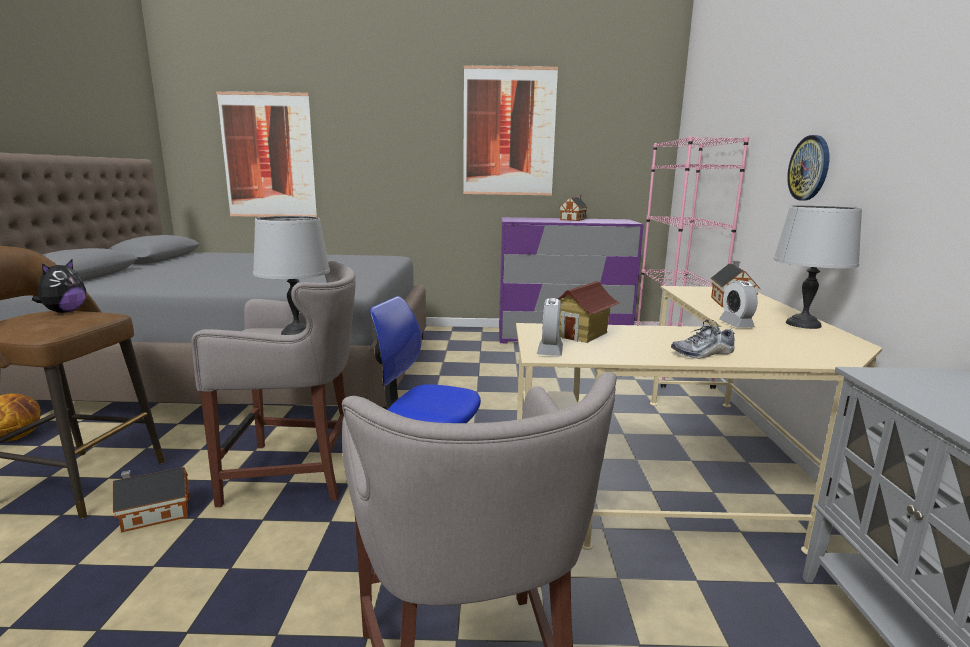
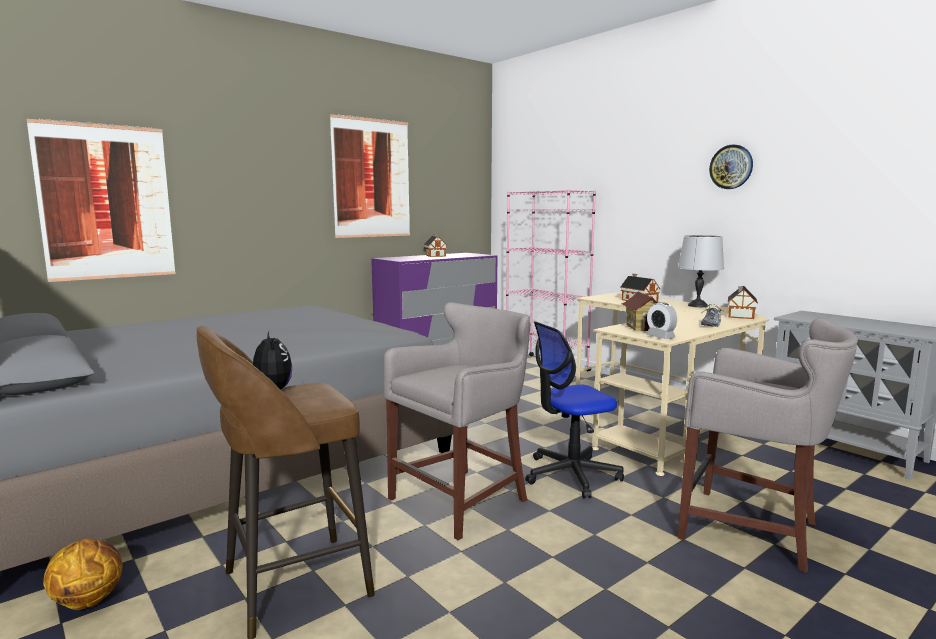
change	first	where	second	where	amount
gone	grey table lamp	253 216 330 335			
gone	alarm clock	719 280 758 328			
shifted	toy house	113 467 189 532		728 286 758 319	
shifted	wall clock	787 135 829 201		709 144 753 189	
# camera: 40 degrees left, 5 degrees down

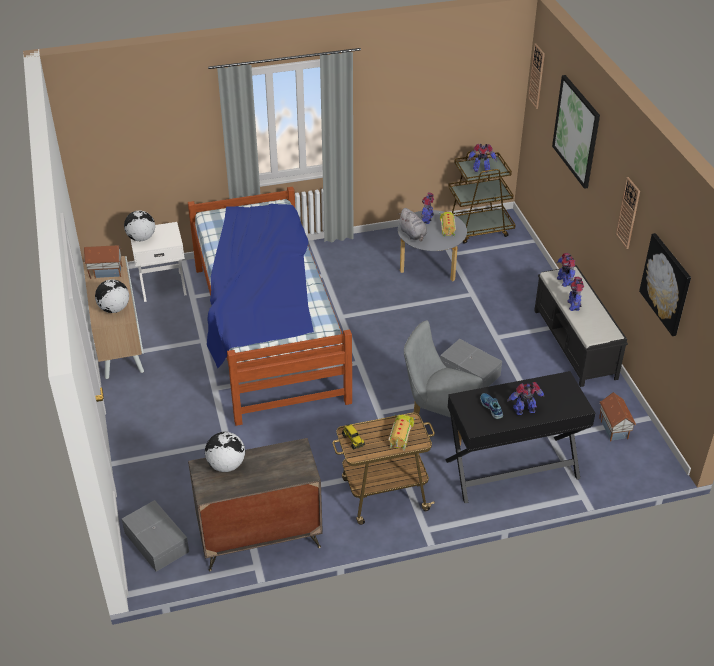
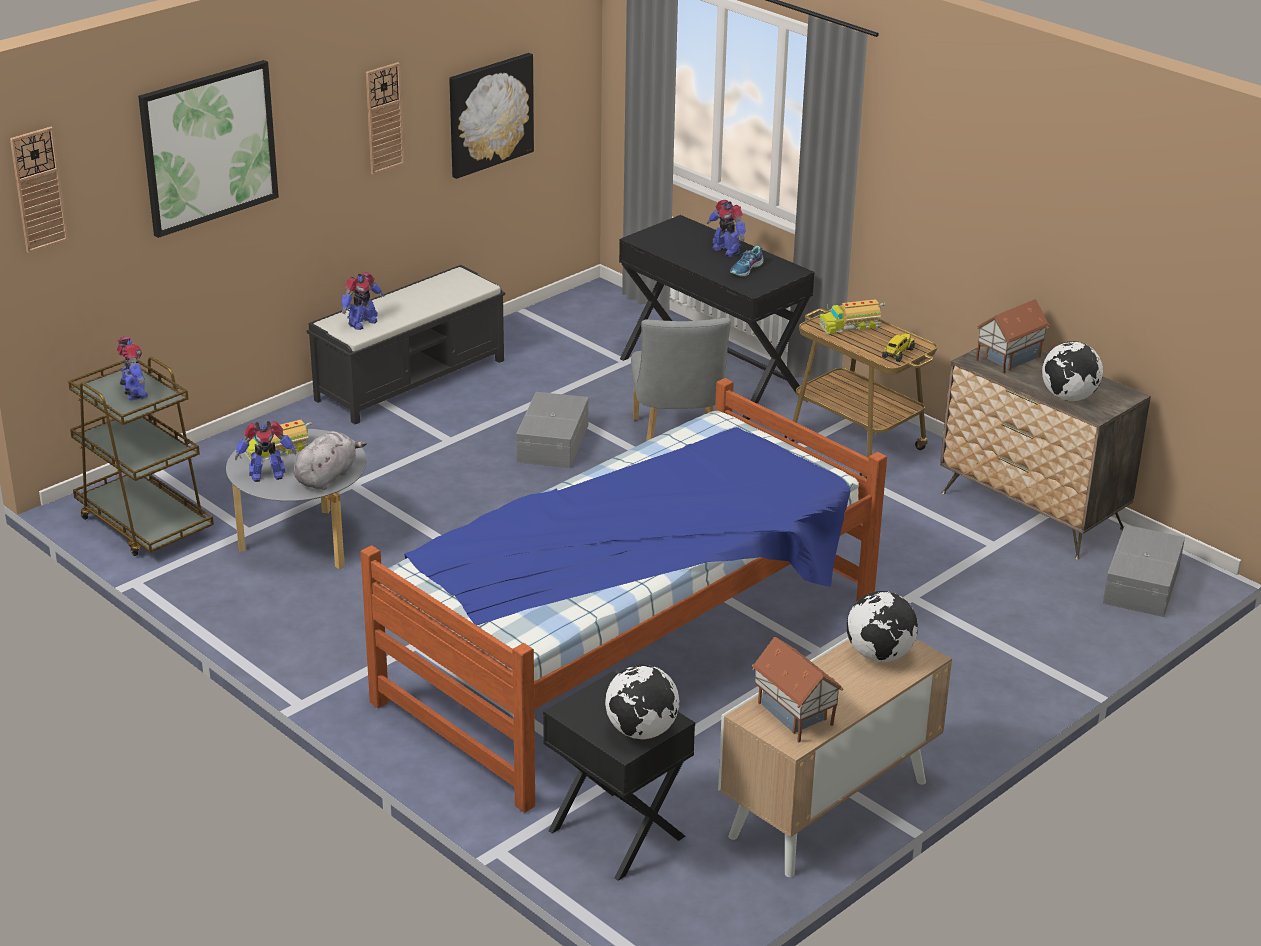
change	first	where	second	where	amount
gone	toy robot	567 277 584 311			
shifted	toy house	599 392 636 442		976 299 1049 373	
repainted	white nightstand	131 222 187 302	black nightstand	543 671 695 881	
# camera: 120 degrees left, 10 degrees down

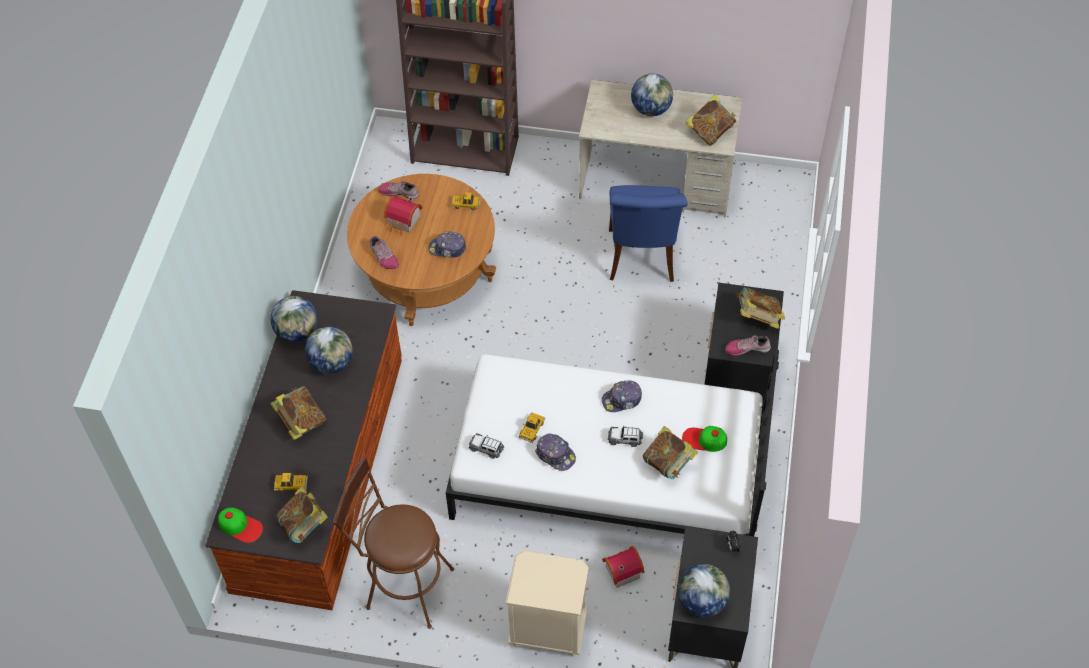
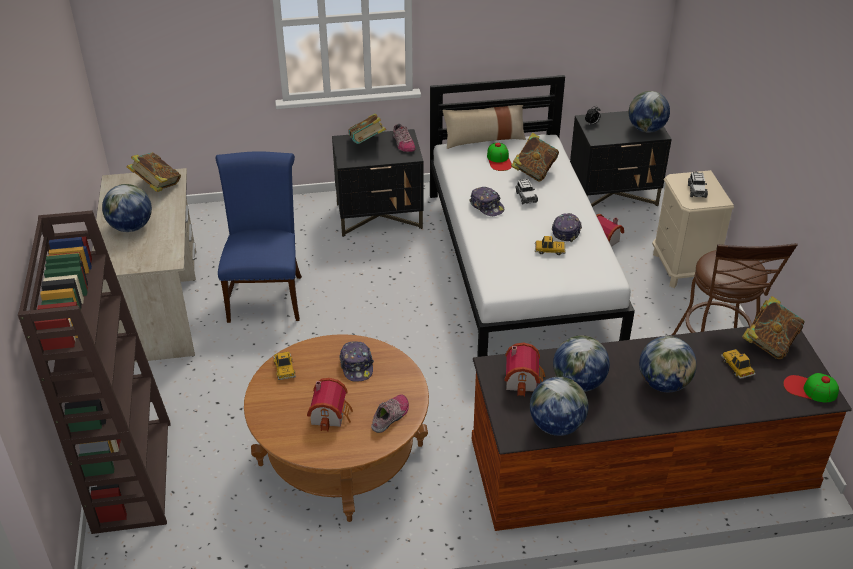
change	first	where	second	where	amount
gone	shoe	378 181 419 199			
new			beige pillow	443 105 526 149	
new			toy house	505 343 545 396	
shifted	toy car	468 433 504 459		688 172 708 198	
swapped	book	270 386 326 440	globe	639 336 697 392	
rotated	cap	218 507 263 543		783 373 839 402	75 degrees counterclockwise
rotated	blue chair	609 185 688 282		216 151 302 323	75 degrees counterclockwise
# camera: 110 degrees left, 15 degrees down

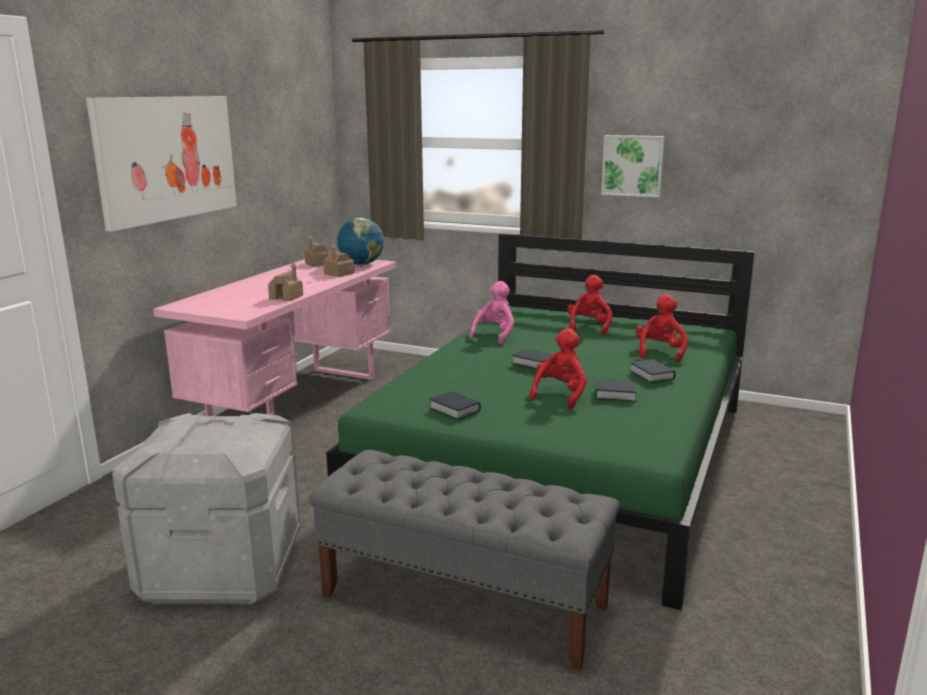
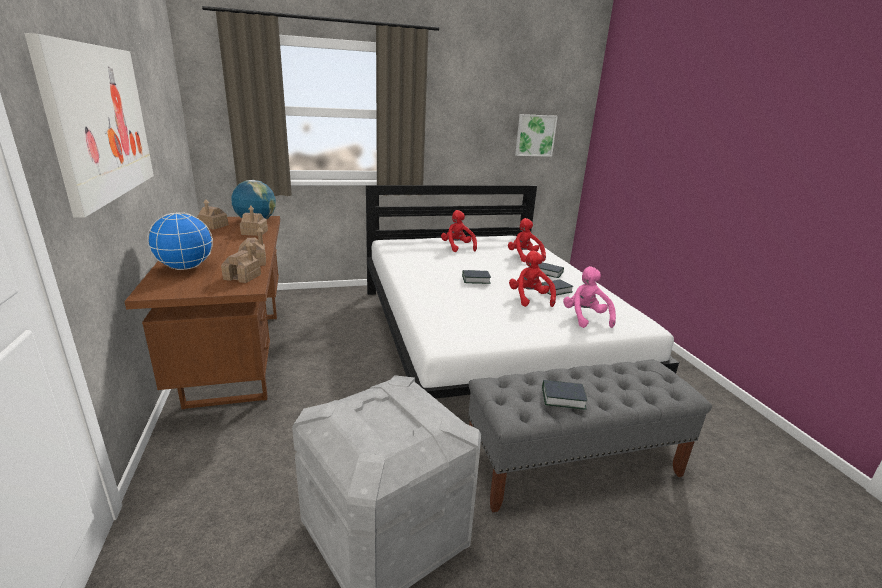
change	first	where	second	where	amount
new			globe	147 212 213 270	
new			toy house	221 241 261 283	
shifted	book	429 391 481 420		542 380 587 410	
shifted	pink plush toy	469 281 514 344		563 266 616 328	
shifted	picture	601 135 665 197		515 114 558 157	
repainted	pink desk	153 259 396 416	brown desk	124 216 280 409	
repainted	green bed	326 233 755 610	white bed	366 185 679 399	
# camera: 40 degrees left, 5 degrees up

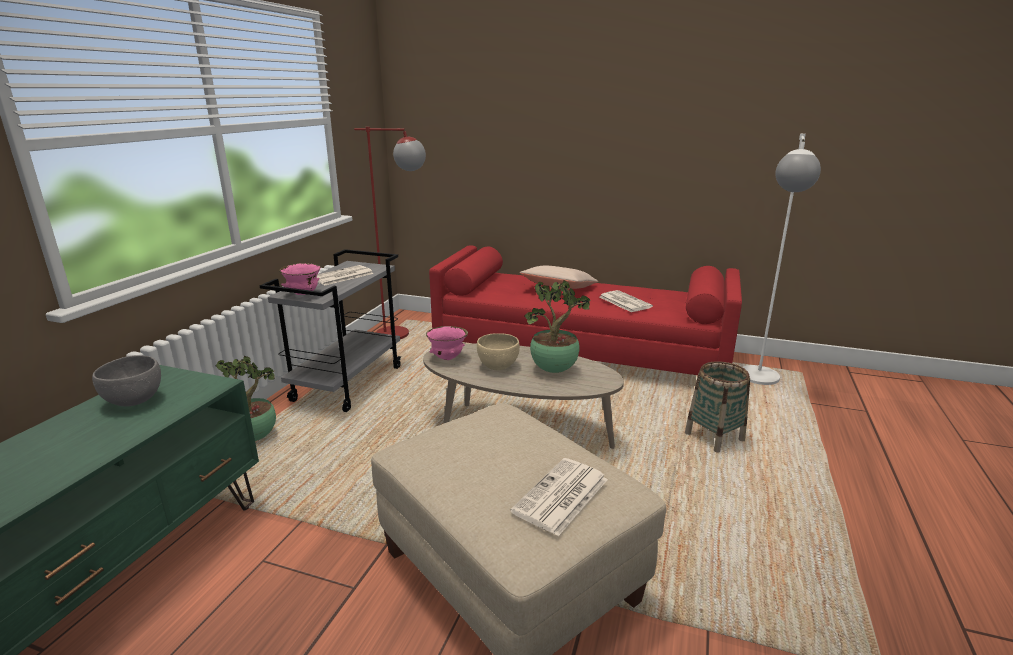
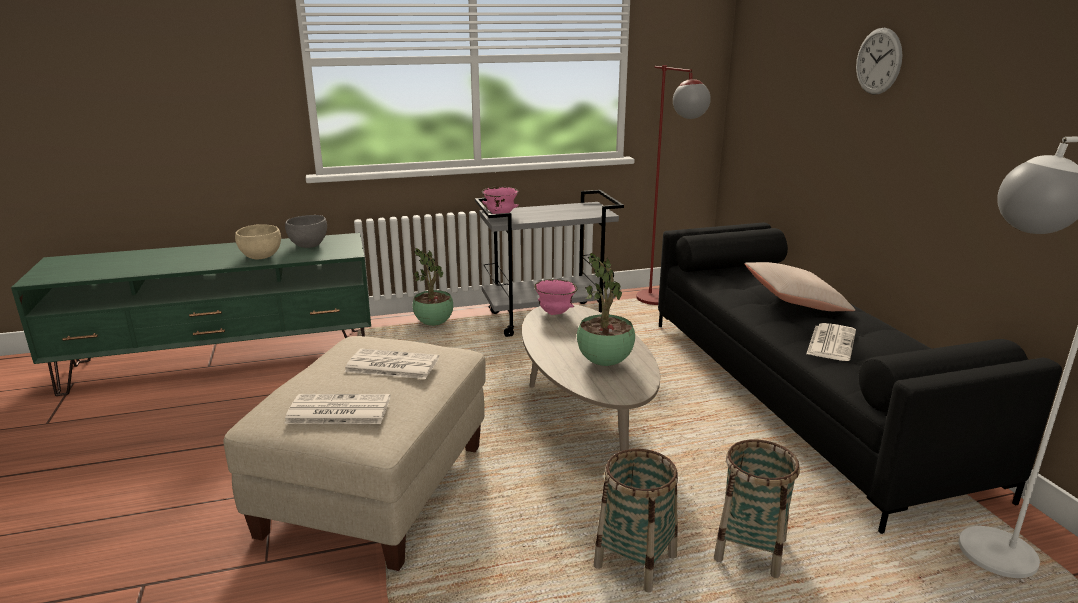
change	first	where	second	where	amount
new			basket	594 449 678 593	
new			wall clock	856 28 903 95	
shifted	newspaper	317 265 374 285		344 349 439 379	
shifted	beige bowl	477 333 520 370		235 224 281 260	
repainted	red sofa	429 245 742 375	black sofa	658 223 1062 534	
# camera: 55 degrees right, 0 degrees up

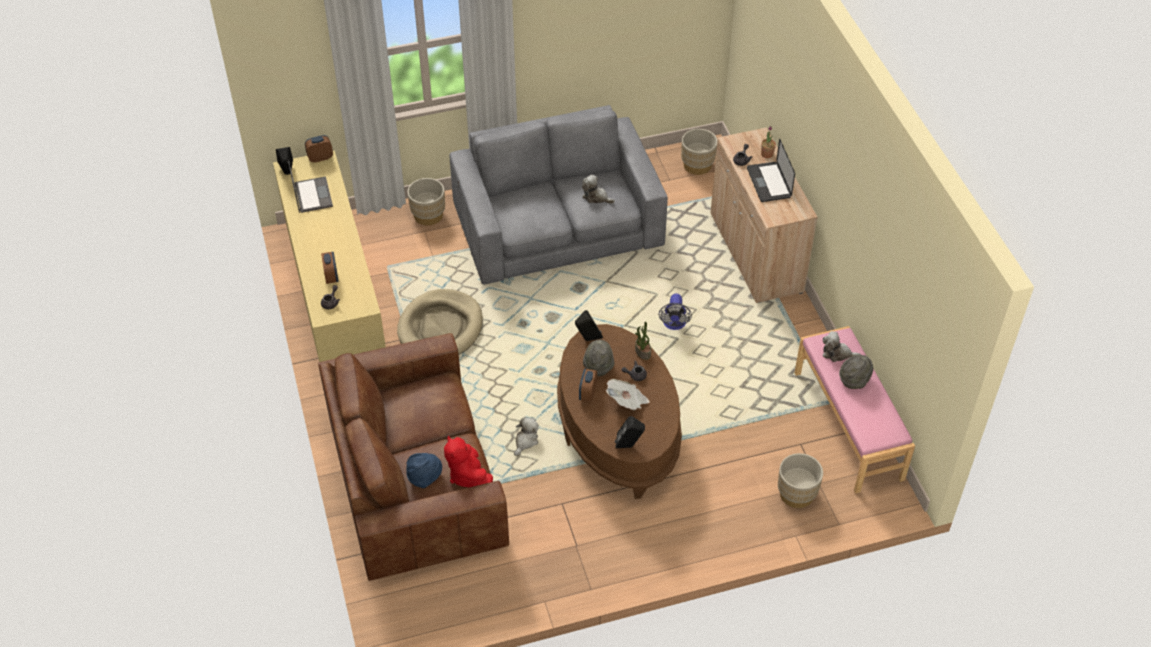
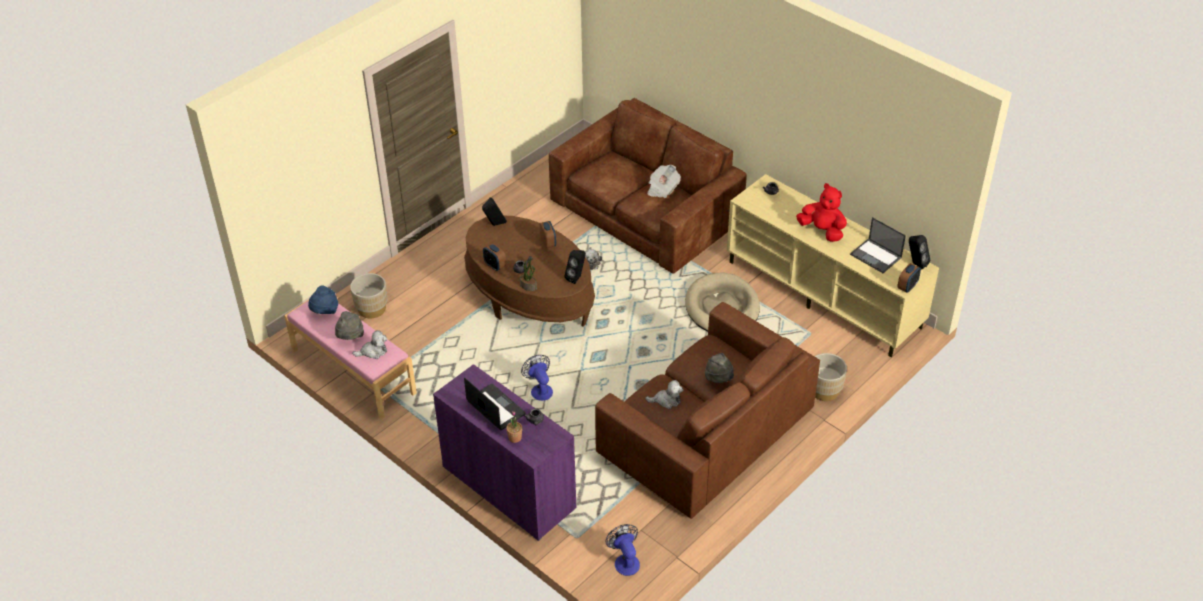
change	first	where	second	where	amount
shifted	alarm clock	321 252 339 284		483 243 506 271	
shifted	blue hat	406 453 442 488		308 285 338 314	
shifted	red plush toy	444 435 493 487		796 183 847 242	
shifted	grey hat	583 340 614 376		705 353 734 383	
shifted	newspaper	606 379 650 410		647 165 681 198	
swapped	beige planter	681 129 717 175	fan	606 524 640 576	
repainted	grey sofa	450 105 668 285	brown sofa	595 302 820 519	
repainted	beige cabinet	711 127 818 303	purple cabinet	433 364 576 541	
# camera: 150 degrees right, 5 degrees down

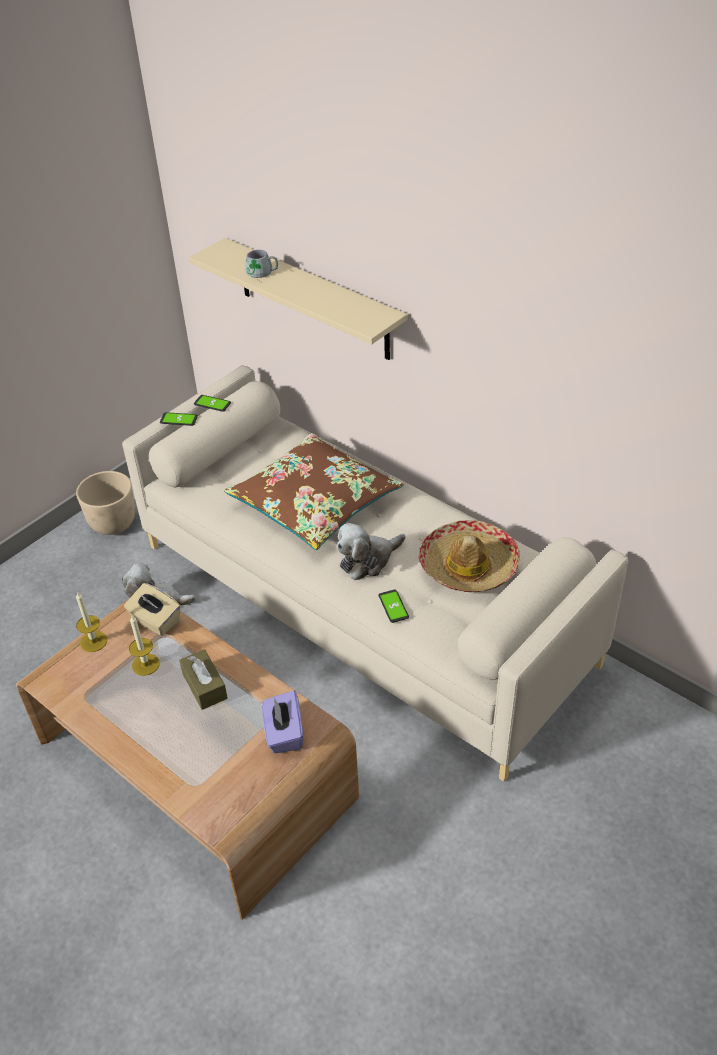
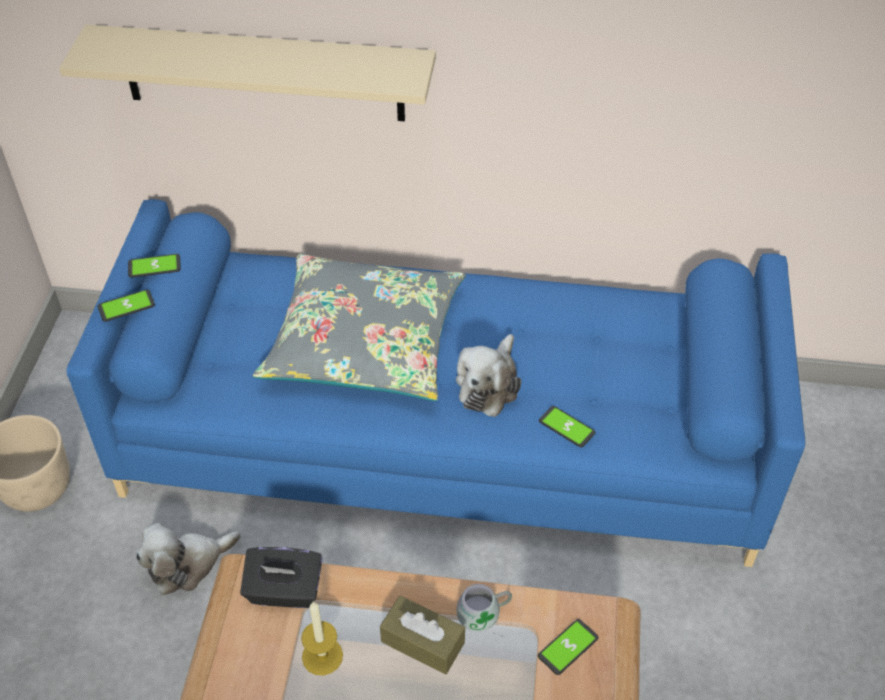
change	first	where	second	where	amount
gone	candle	76 592 107 652			
gone	hat	418 520 520 592			
shifted	grey mug	245 250 278 283		456 584 512 637	
swapped	purple tissue box	262 690 303 753	phone	538 619 598 675	
repainted	beige sofa	122 365 629 782	blue sofa	66 199 805 567	
repainted	beige tissue box	124 583 181 636	black tissue box	240 547 323 608	
repainted	brown pillow	224 433 404 550	grey pillow	253 254 465 401	
# camera: 35 degrees left, 5 degrees up

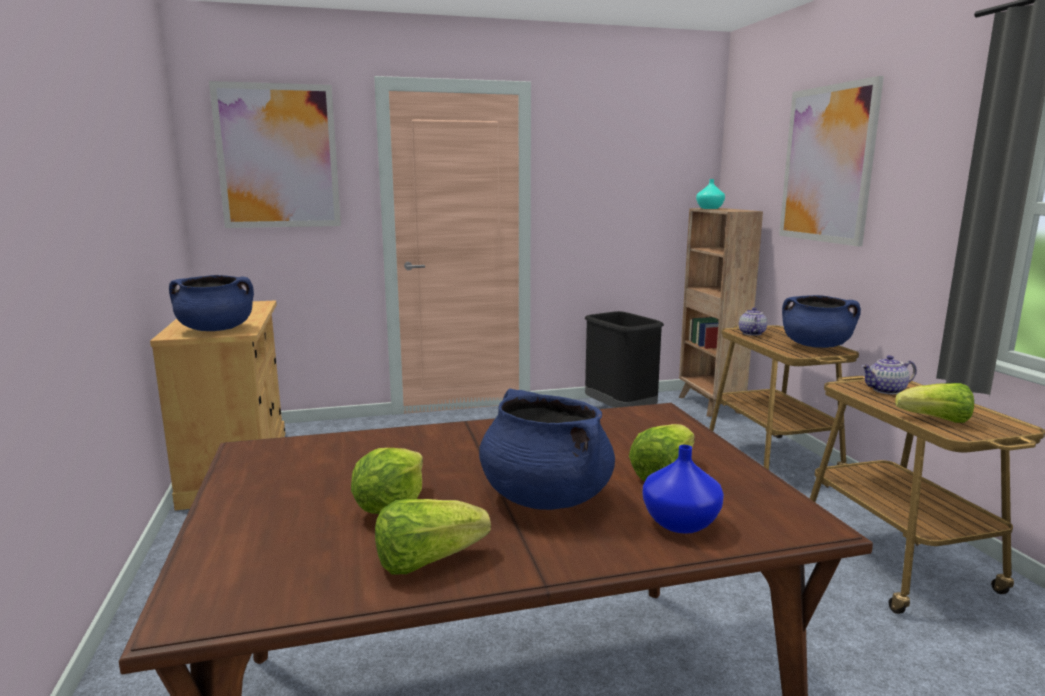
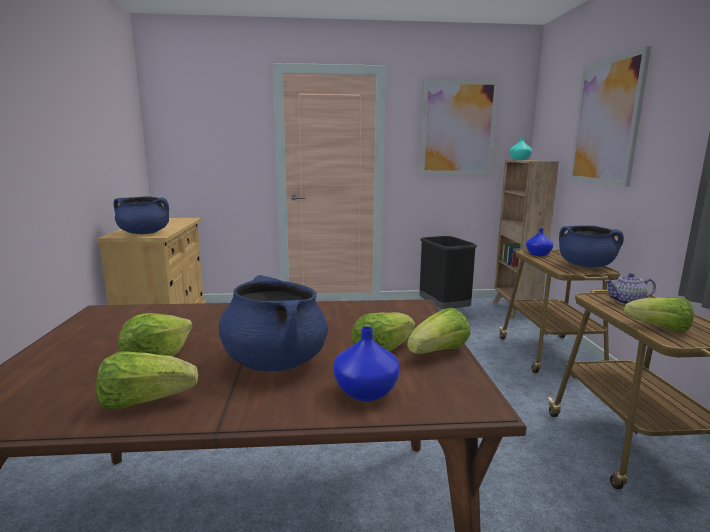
change	first	where	second	where	amount
new			lettuce	407 308 471 354	
shifted	picture	209 81 341 228		420 79 499 175	
swapped	teapot	739 307 767 336	blue vase	526 228 554 256	
# camera: 10 degrees right, 0 degrees up

